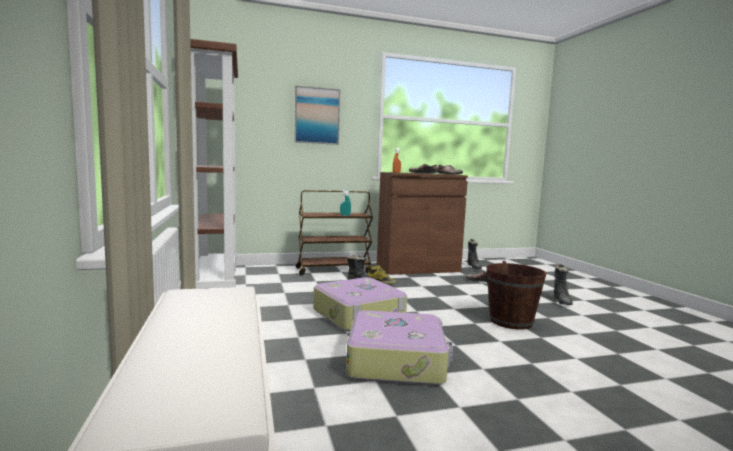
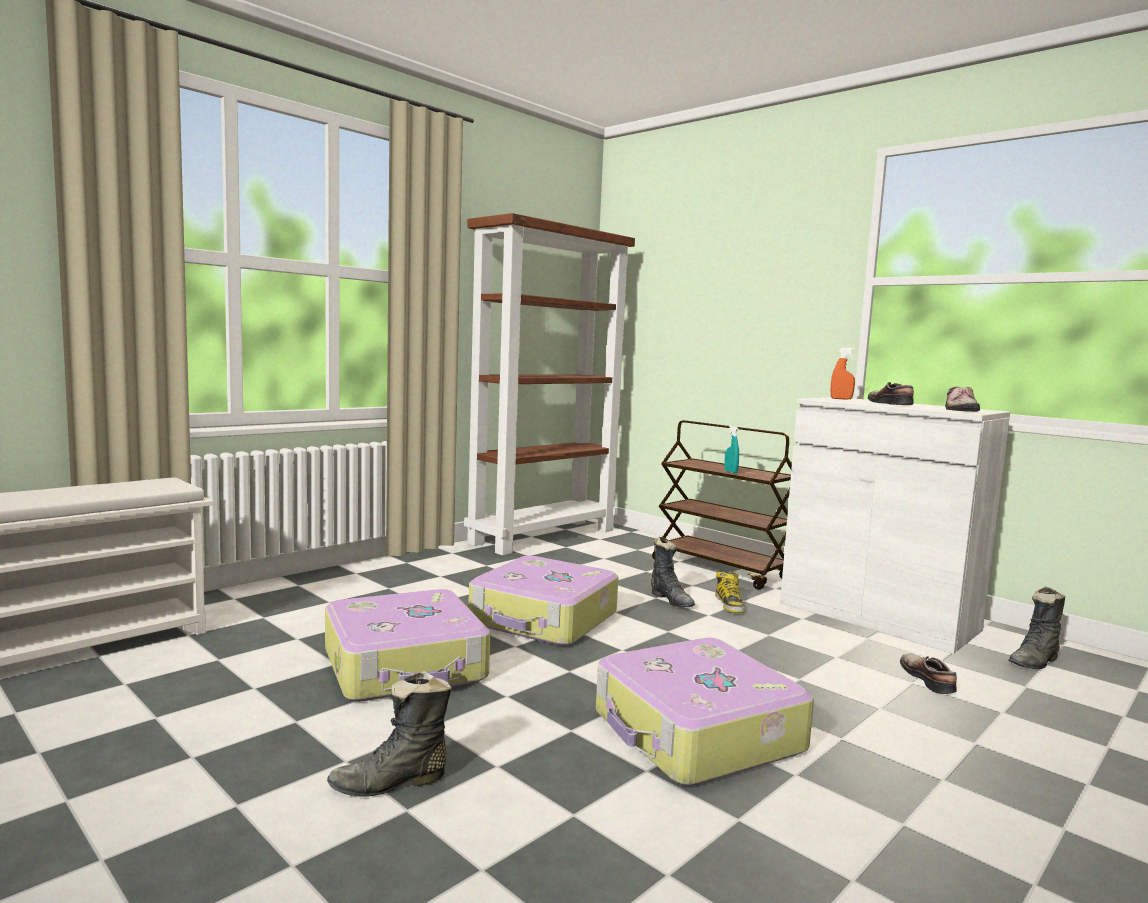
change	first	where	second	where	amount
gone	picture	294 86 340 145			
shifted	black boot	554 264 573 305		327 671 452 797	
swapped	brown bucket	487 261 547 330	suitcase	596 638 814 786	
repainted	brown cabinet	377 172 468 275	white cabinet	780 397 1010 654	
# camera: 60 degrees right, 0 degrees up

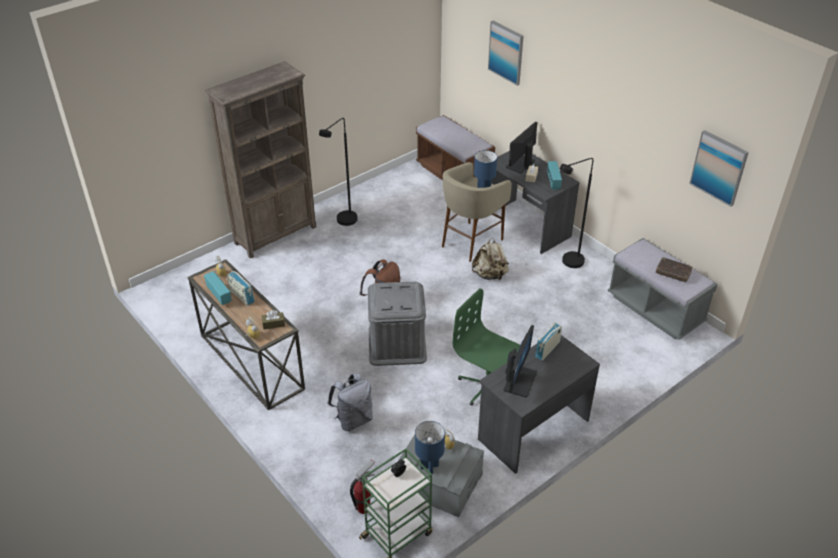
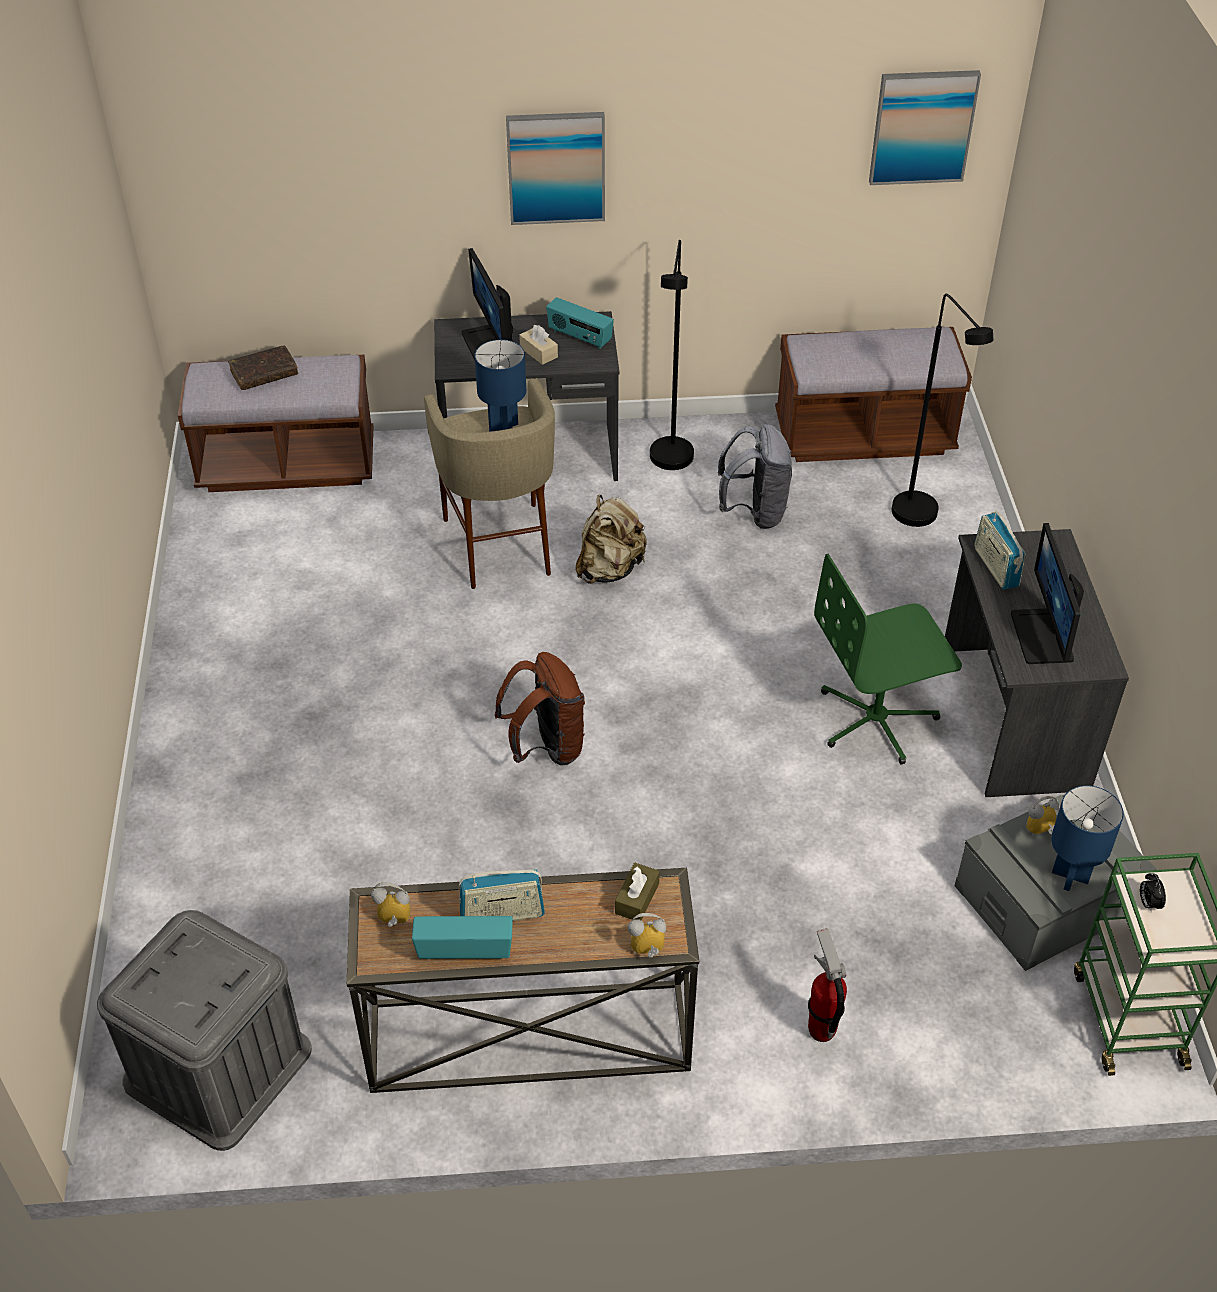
change	first	where	second	where	amount
gone	brown bookcase	205 61 316 259			
shifted	black floor lamp	319 118 358 226		892 294 993 527	
shifted	grey backpack	328 373 373 431		718 424 792 529	
shifted	fire extinguisher	350 459 375 514		808 928 847 1042	
shifted	grey storage box	368 282 427 366		97 910 312 1151	
shifted	picture	488 21 524 86		506 112 605 225	
shifted	brown book	656 257 693 282		228 345 298 390	
repainted	grey bench	608 238 718 340	brown bench	775 327 972 462	
rotated	monitor	504 325 537 397		1011 523 1084 664	150 degrees counterclockwise
# camera: 55 degrees left, 5 degrees up

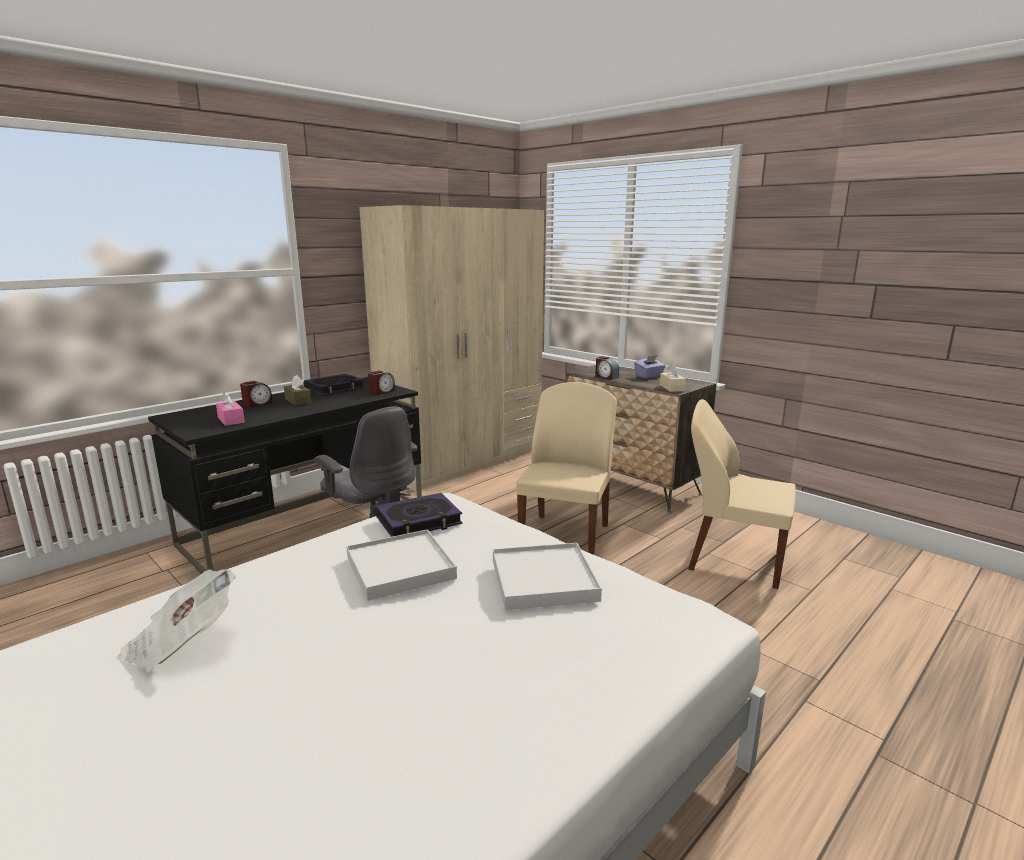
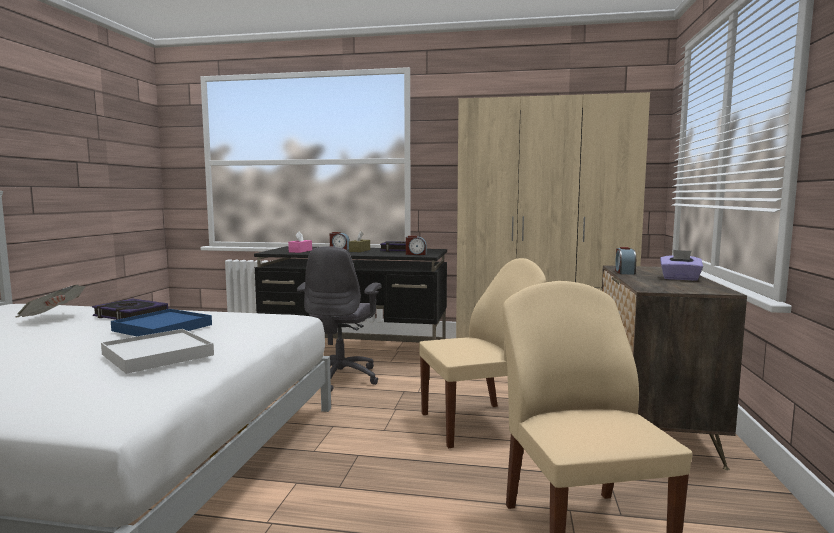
change	first	where	second	where	amount
gone	beige tissue box	660 364 686 392			
shifted	book	376 493 462 537		92 299 168 320	
repainted	white tray	346 529 457 601	blue tray	111 309 212 336	
# camera: 55 degrees right, 10 degrees down

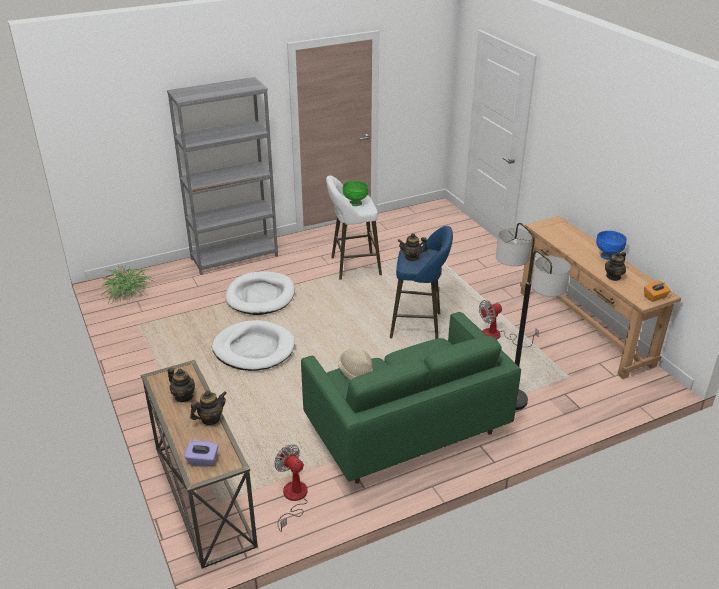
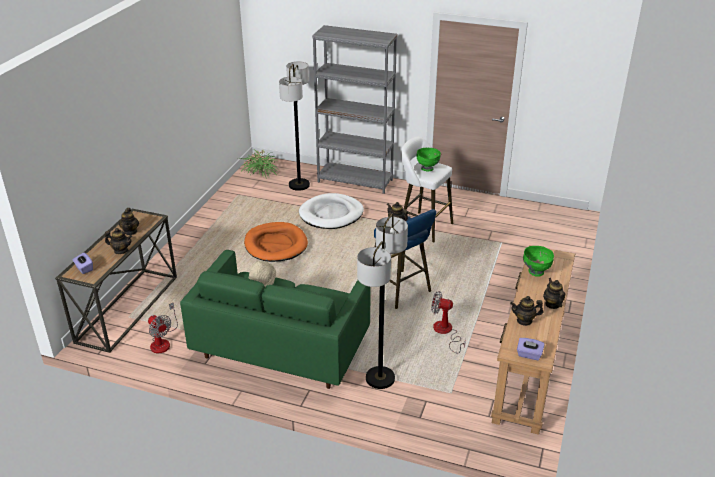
change	first	where	second	where	amount
new			floor lamp	279 61 310 191	
new			green bowl	523 246 554 277	
swapped	blue bowl	596 231 627 260	teapot	543 278 566 309	
repainted	white dog bed	212 320 295 371	orange dog bed	244 222 308 262	
repainted	orange tissue box	644 281 671 302	purple tissue box	517 338 545 360	
rotated	fan	274 444 308 532		148 303 178 353	135 degrees clockwise
# camera: 45 degrees right, 0 degrees up

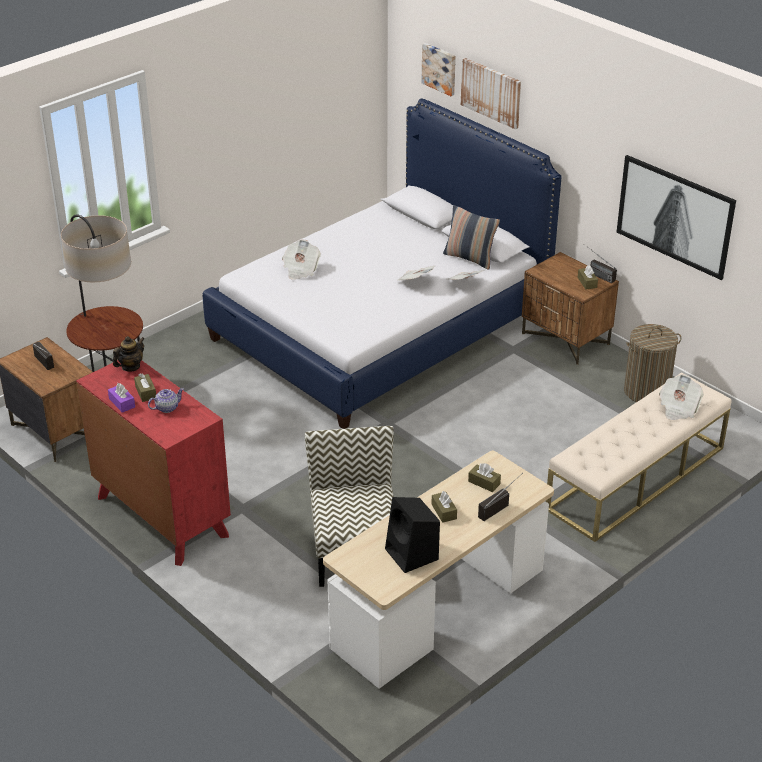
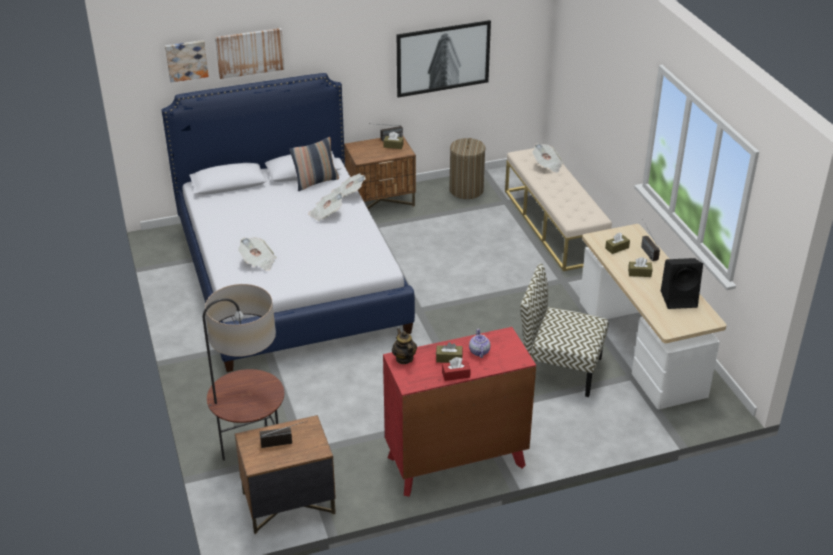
change	first	where	second	where	amount
repainted	purple tissue box	108 383 135 413	red tissue box	442 357 471 381	
# camera: 65 degrees left, 0 degrees up

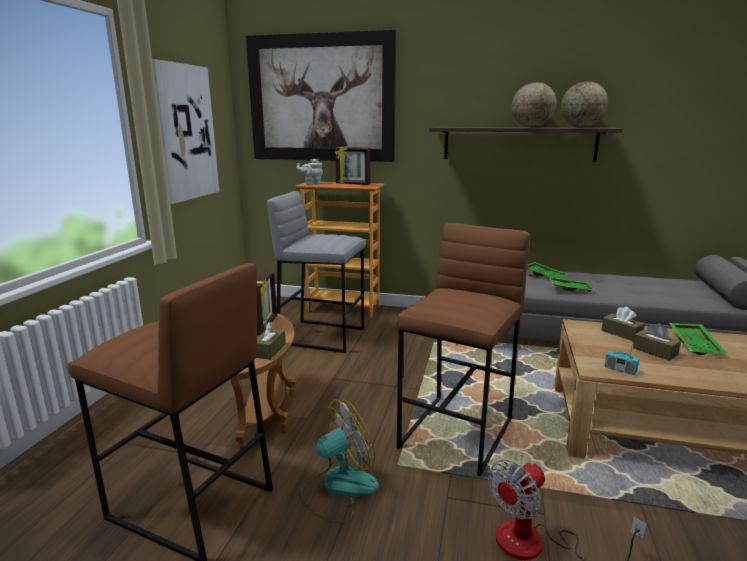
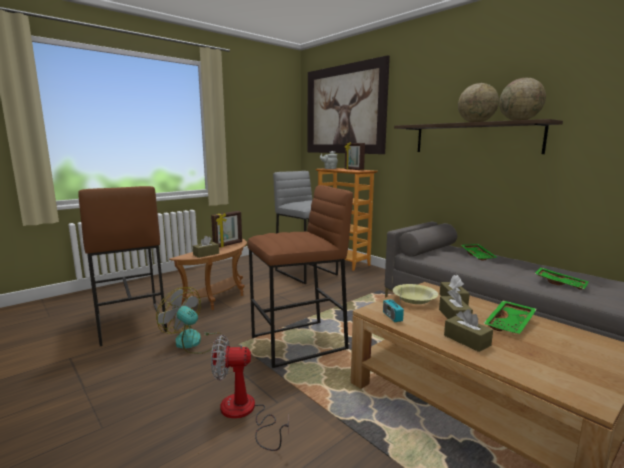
change	first	where	second	where	amount
gone	picture	152 59 219 204			
new			yellow bowl	393 284 438 304	
new			brown tissue box	444 309 493 352	
shifted	green tray	548 276 595 292		535 267 589 290	
rotated	fan	299 399 379 523		156 287 223 354	150 degrees counterclockwise
# camera: 35 degrees right, 5 degrees down

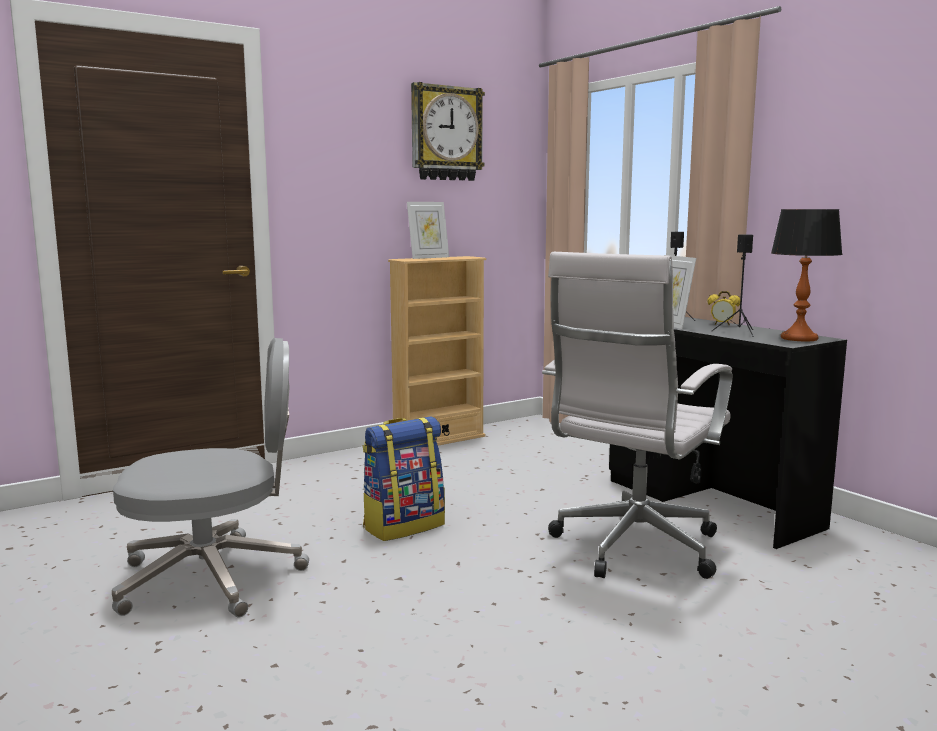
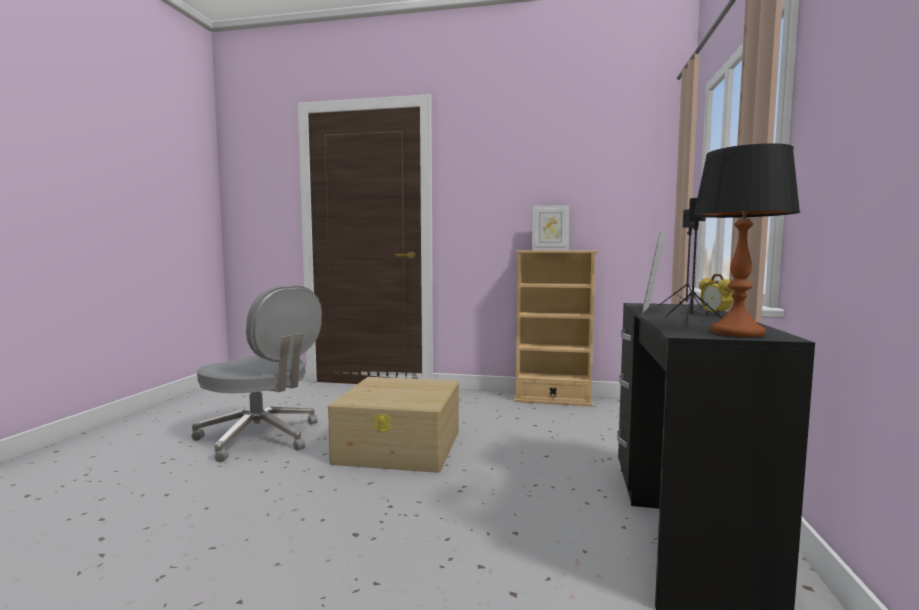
change	first	where	second	where	amount
gone	wall clock	411 82 485 181			
gone	white office chair	542 252 733 579			
swapped	backpack	363 416 445 541	beige storage box	328 377 459 473	
# camera: 45 degrees right, 5 degrees down

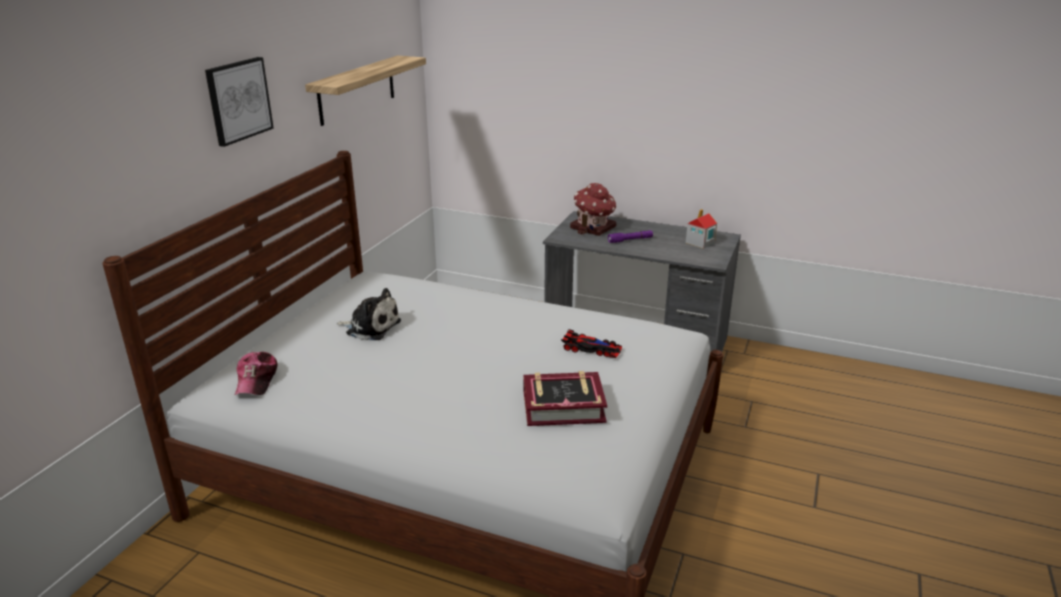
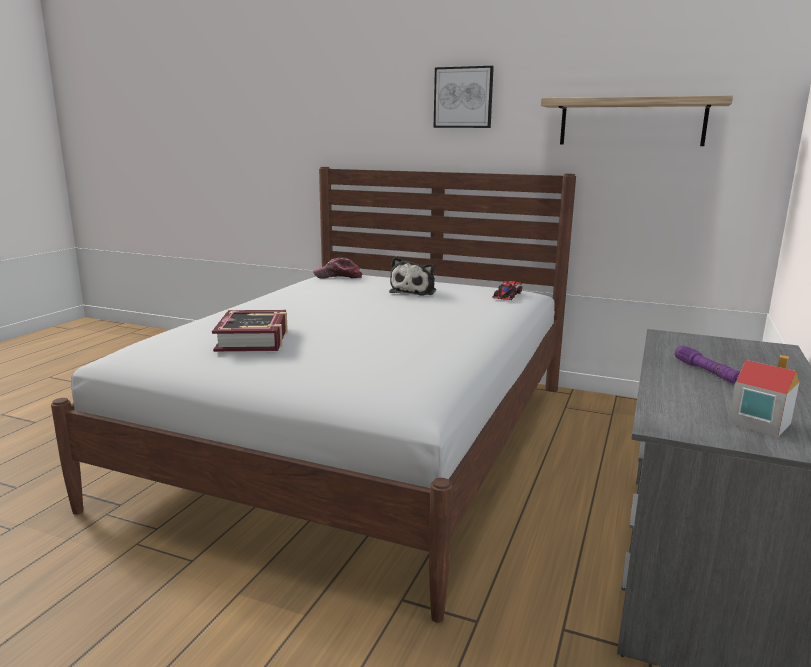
change	first	where	second	where	amount
gone	toy house	570 183 616 236			
shifted	toy car	561 329 622 358		492 281 522 300	
# camera: 90 degrees right, 10 degrees down

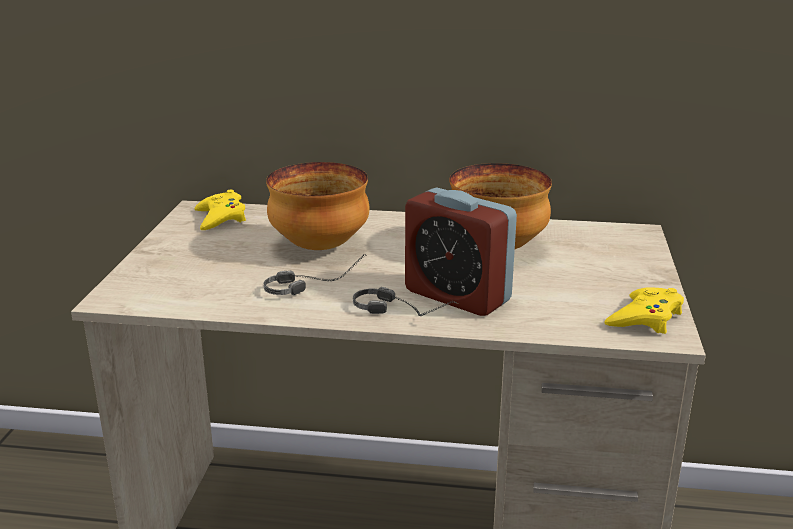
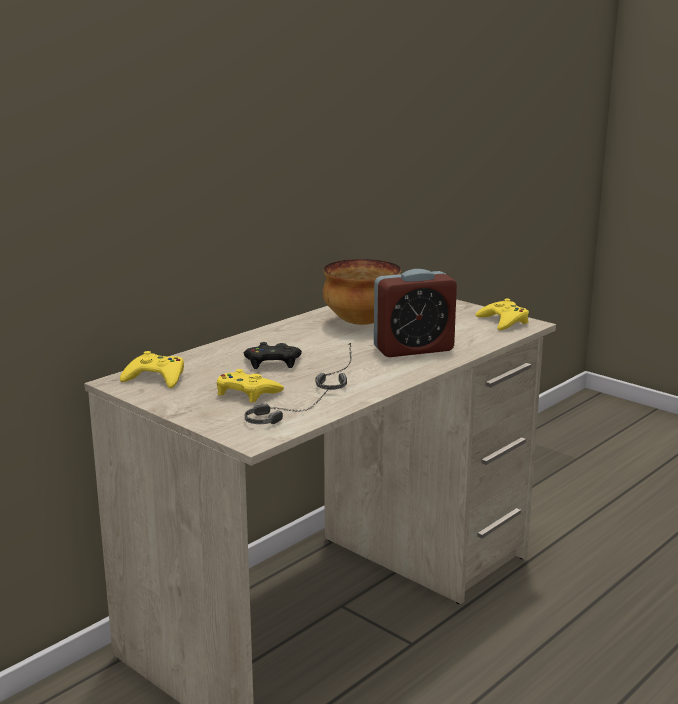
change	first	where	second	where	amount
new			yellow game controller	217 369 284 402	
shifted	headphones	353 287 459 316		245 386 333 424	
swapped	bowl	266 162 370 250	black game controller	244 342 302 369	
# camera: 55 degrees left, 5 degrees down

